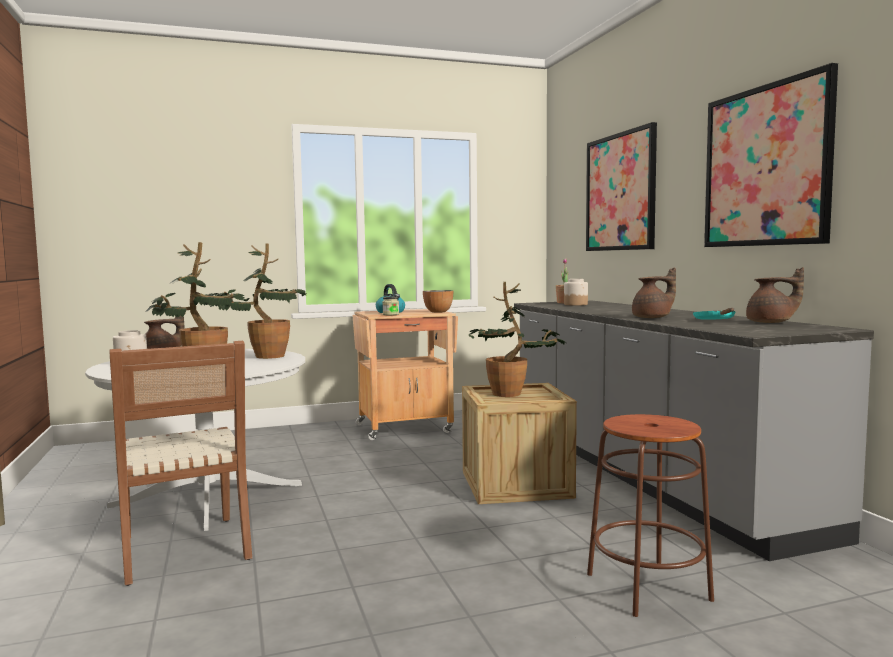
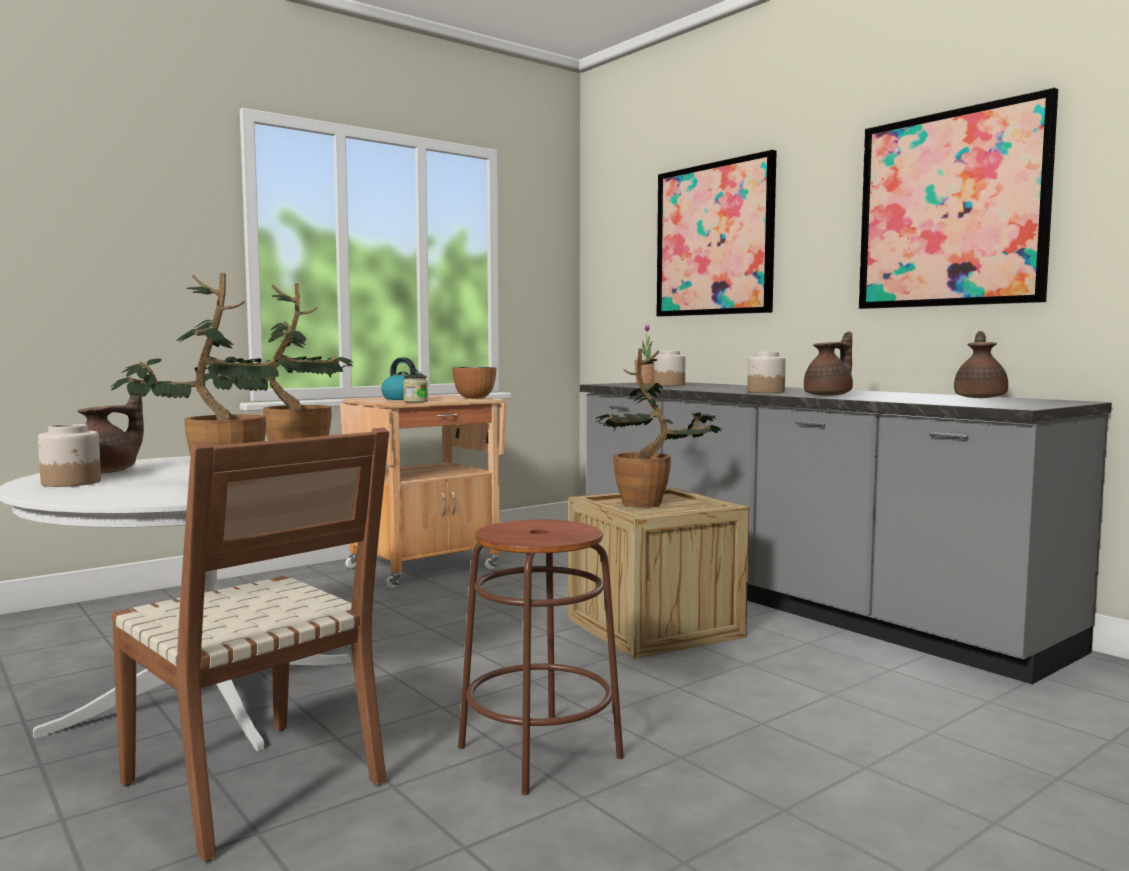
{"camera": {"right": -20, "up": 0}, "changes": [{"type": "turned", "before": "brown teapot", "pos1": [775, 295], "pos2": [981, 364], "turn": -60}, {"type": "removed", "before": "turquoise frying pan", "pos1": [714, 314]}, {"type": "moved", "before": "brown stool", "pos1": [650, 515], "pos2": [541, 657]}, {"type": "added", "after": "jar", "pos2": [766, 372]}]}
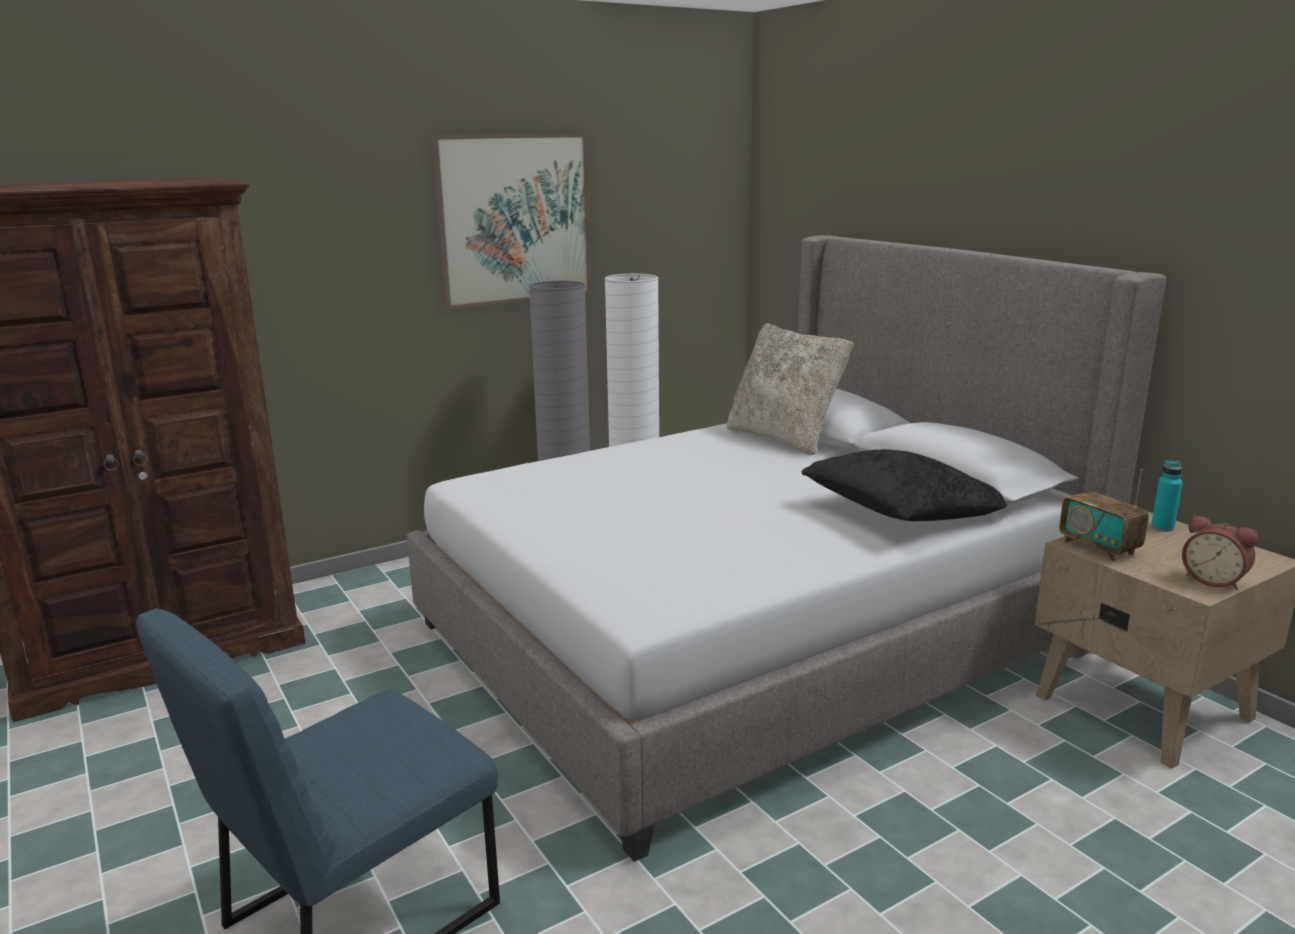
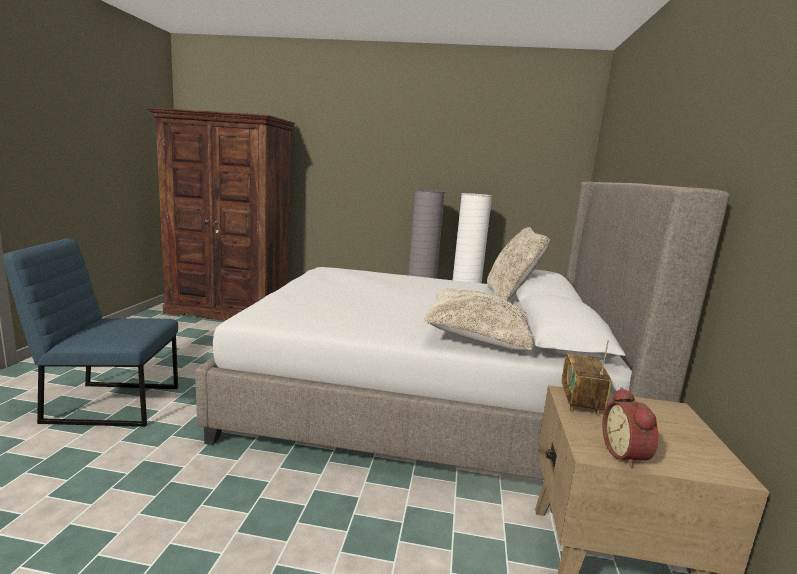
{"camera": {"right": 40, "up": -5}, "changes": [{"type": "removed", "before": "picture", "pos1": [511, 221]}, {"type": "recoloured", "before": "black pillow", "after": "beige pillow", "pos1": [904, 485], "pos2": [478, 319]}, {"type": "removed", "before": "turquoise bottle", "pos1": [1167, 496]}]}
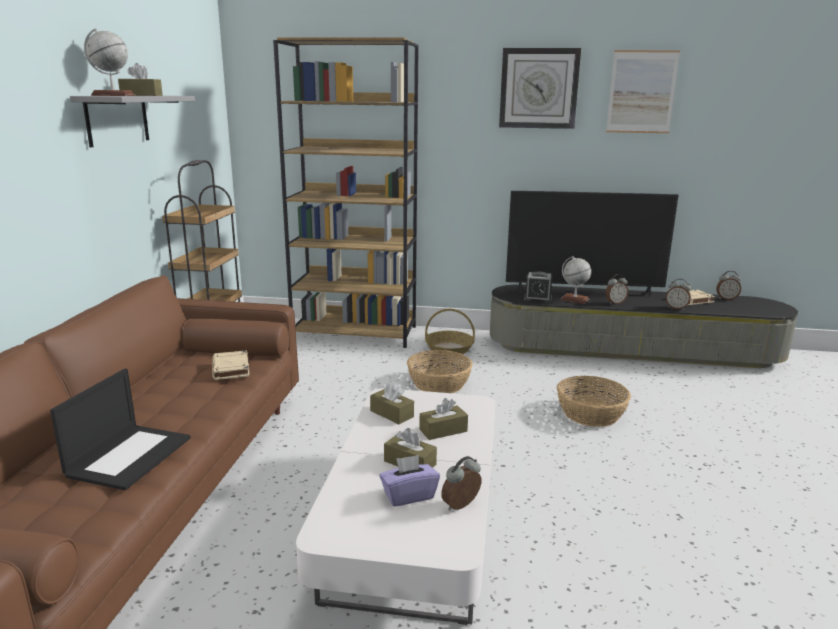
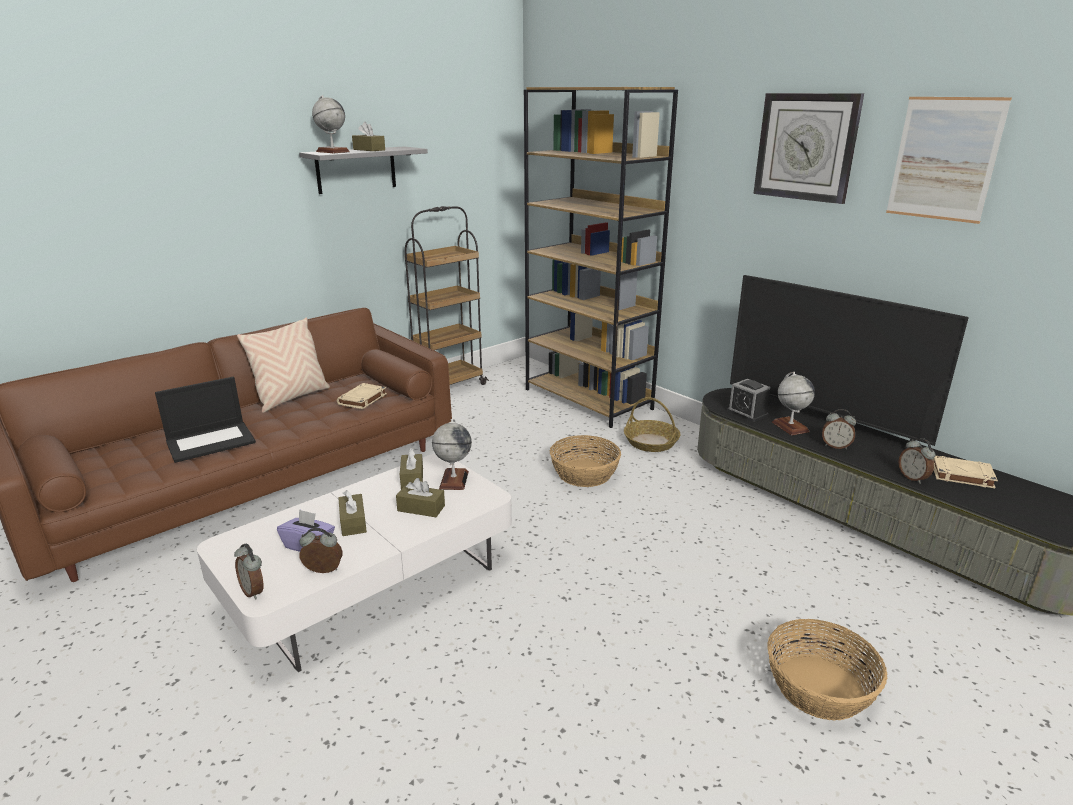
{"camera": {"right": 40, "up": 5}, "changes": [{"type": "moved", "before": "alarm clock", "pos1": [728, 285], "pos2": [248, 571]}, {"type": "moved", "before": "basket", "pos1": [594, 401], "pos2": [827, 670]}, {"type": "added", "after": "beige pillow", "pos2": [283, 365]}, {"type": "added", "after": "globe", "pos2": [452, 454]}]}
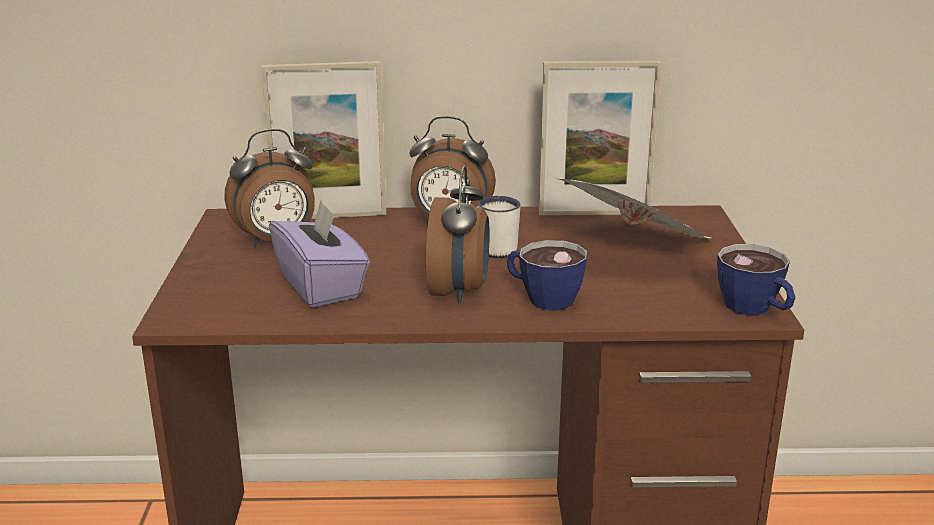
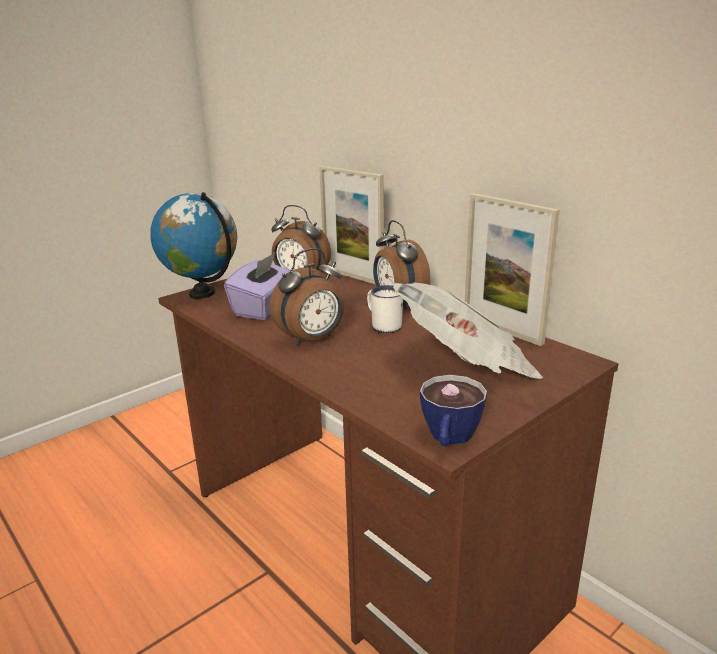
{"camera": {"right": 50, "up": 0}, "changes": [{"type": "removed", "before": "cup", "pos1": [547, 275]}, {"type": "added", "after": "globe", "pos2": [193, 245]}]}
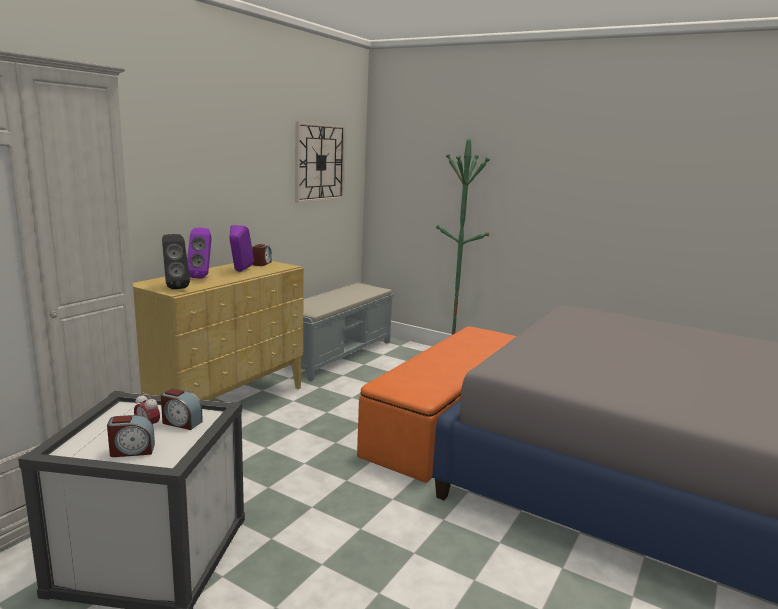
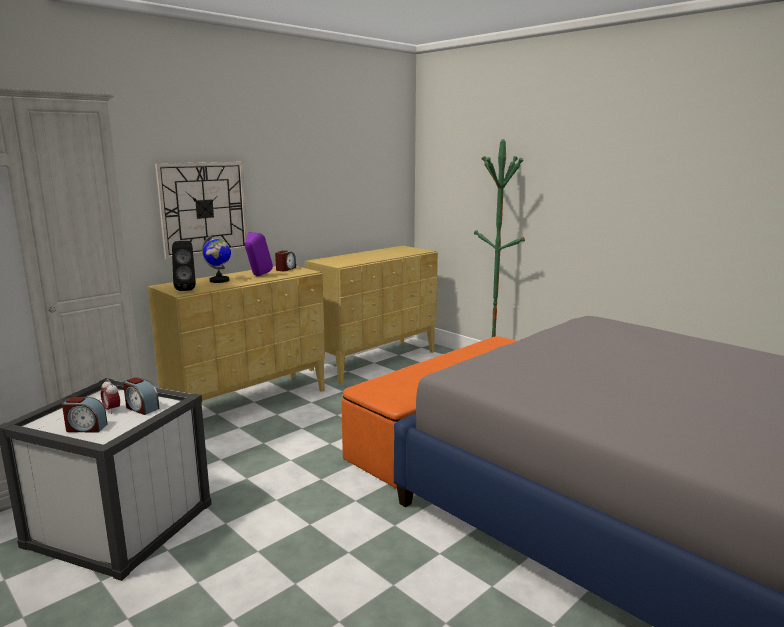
{"camera": {"right": 15, "up": 0}, "changes": [{"type": "moved", "before": "wall clock", "pos1": [320, 162], "pos2": [201, 211]}, {"type": "replaced", "before": "purple speaker", "after": "globe", "pos1": [199, 253], "pos2": [216, 259]}, {"type": "replaced", "before": "grey bench", "after": "beige dresser", "pos1": [342, 331], "pos2": [371, 315]}]}
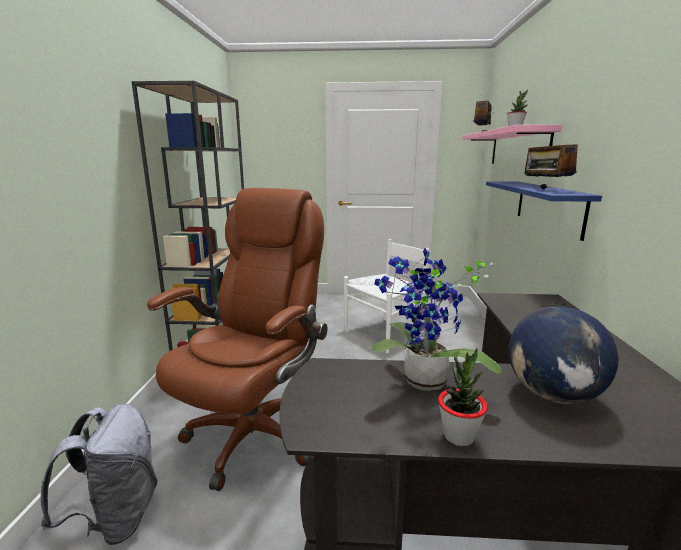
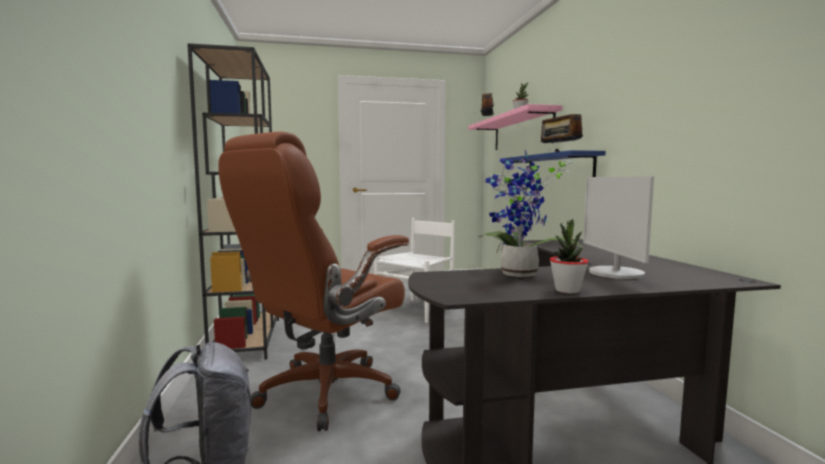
{"camera": {"right": -15, "up": -10}, "changes": [{"type": "turned", "before": "brown office chair", "pos1": [237, 339], "pos2": [313, 281], "turn": -150}, {"type": "replaced", "before": "globe", "after": "monitor", "pos1": [564, 355], "pos2": [618, 227]}]}
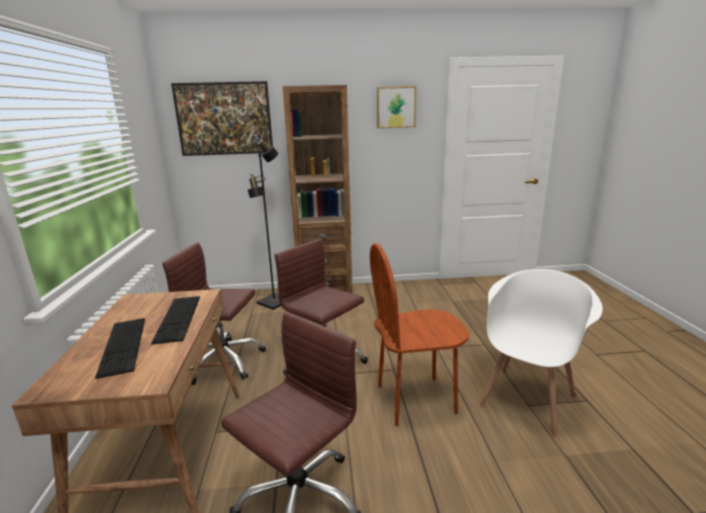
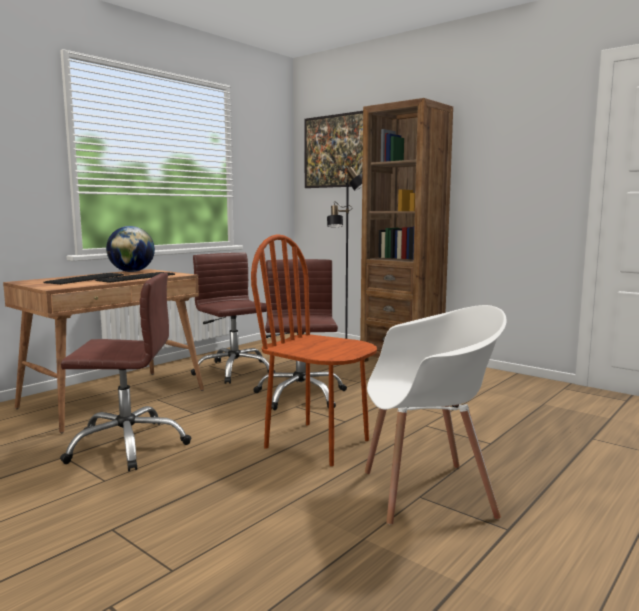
{"camera": {"right": 45, "up": -10}, "changes": [{"type": "removed", "before": "picture", "pos1": [396, 107]}, {"type": "added", "after": "globe", "pos2": [130, 249]}]}
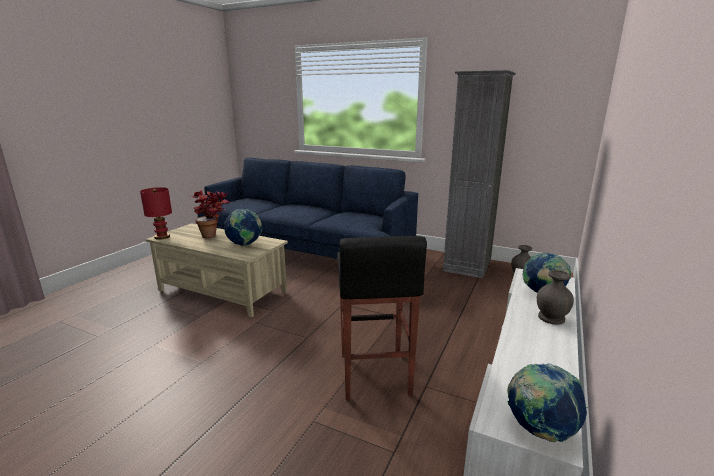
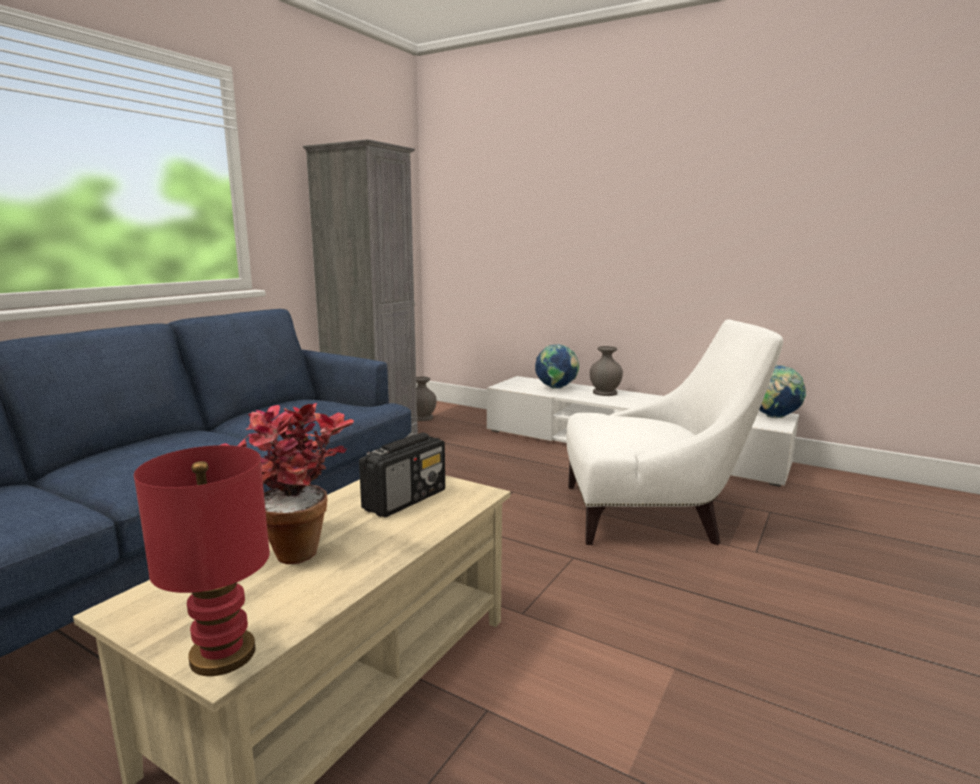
{"camera": {"right": -85, "up": -5}, "changes": [{"type": "replaced", "before": "globe", "after": "radio", "pos1": [243, 227], "pos2": [402, 475]}, {"type": "replaced", "before": "black stool", "after": "white armchair", "pos1": [382, 318], "pos2": [675, 432]}]}
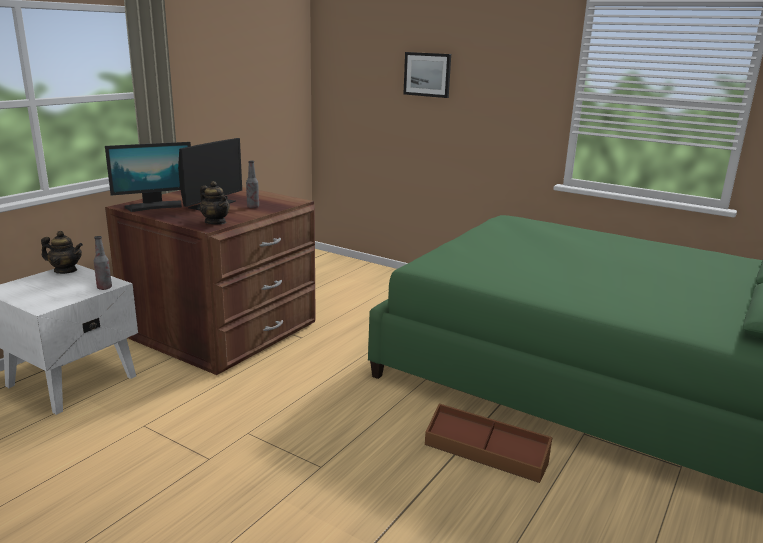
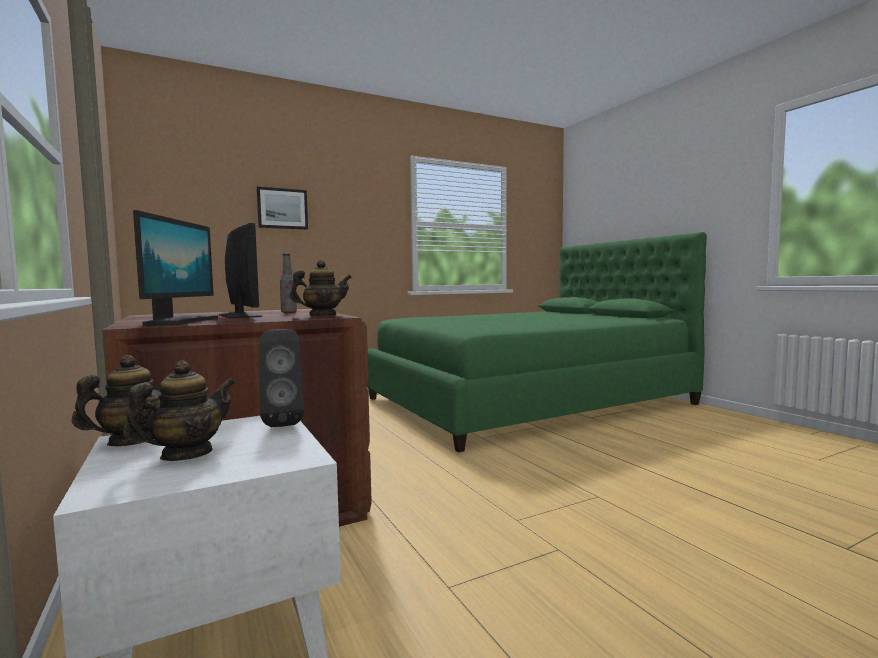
{"camera": {"right": -60, "up": -15}, "changes": [{"type": "replaced", "before": "bottle", "after": "black speaker", "pos1": [103, 263], "pos2": [282, 378]}, {"type": "removed", "before": "brown storage box", "pos1": [488, 443]}, {"type": "added", "after": "teapot", "pos2": [179, 411]}]}
